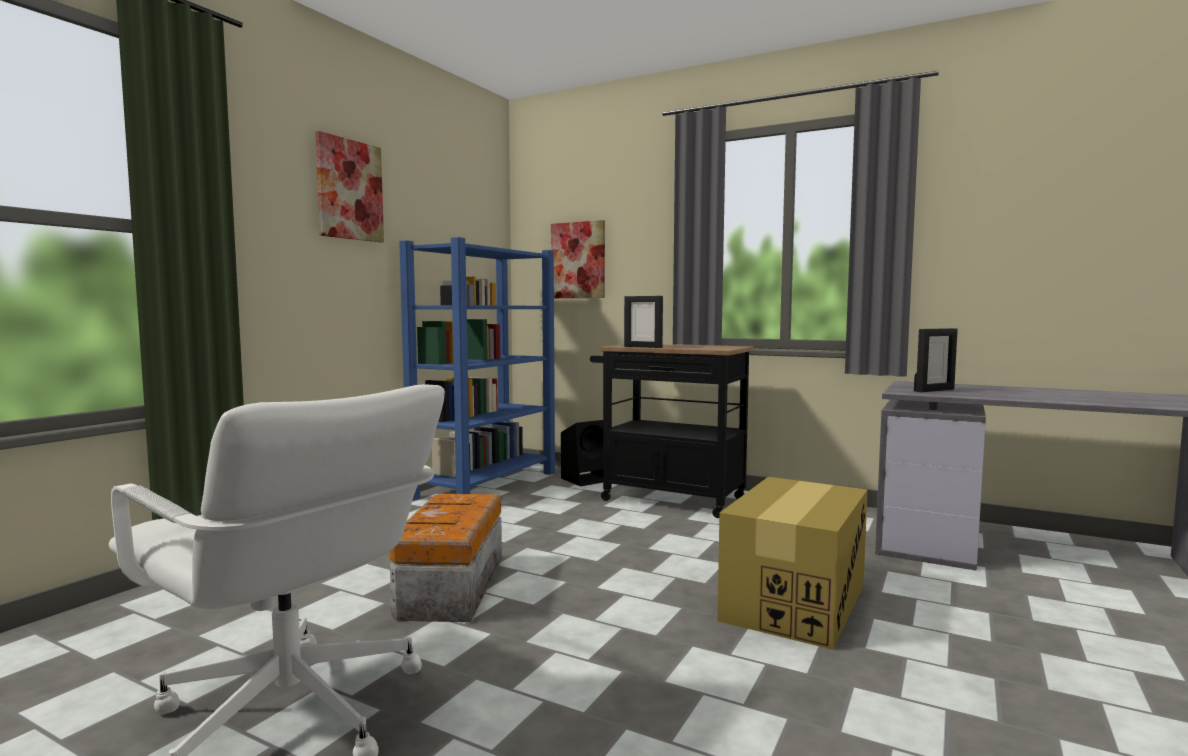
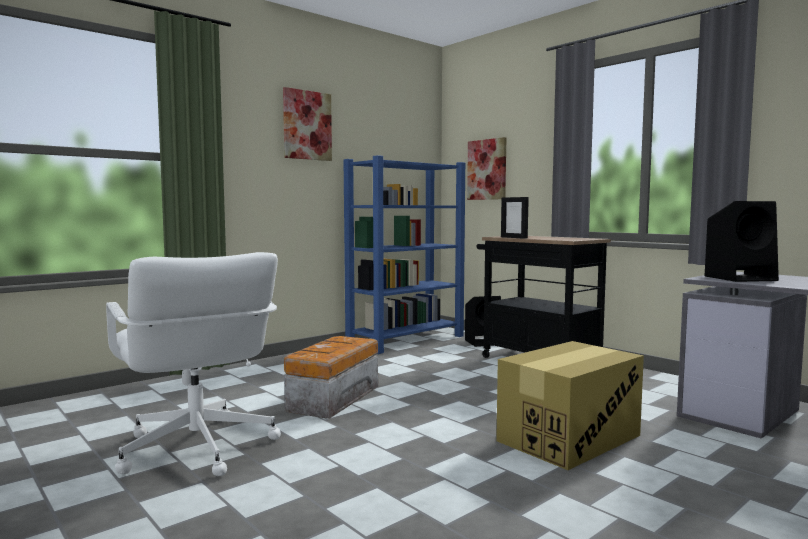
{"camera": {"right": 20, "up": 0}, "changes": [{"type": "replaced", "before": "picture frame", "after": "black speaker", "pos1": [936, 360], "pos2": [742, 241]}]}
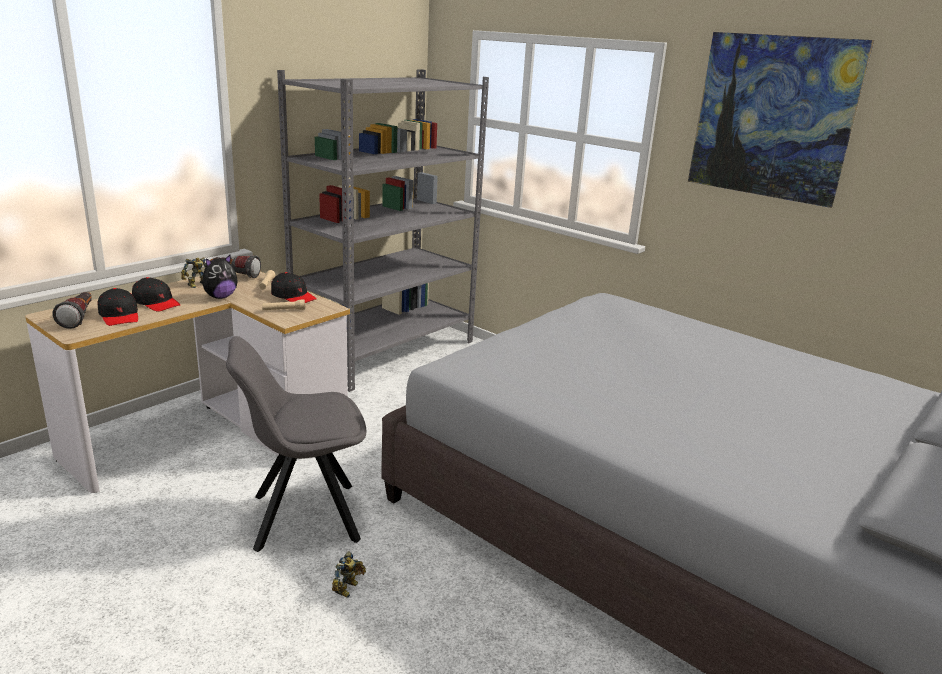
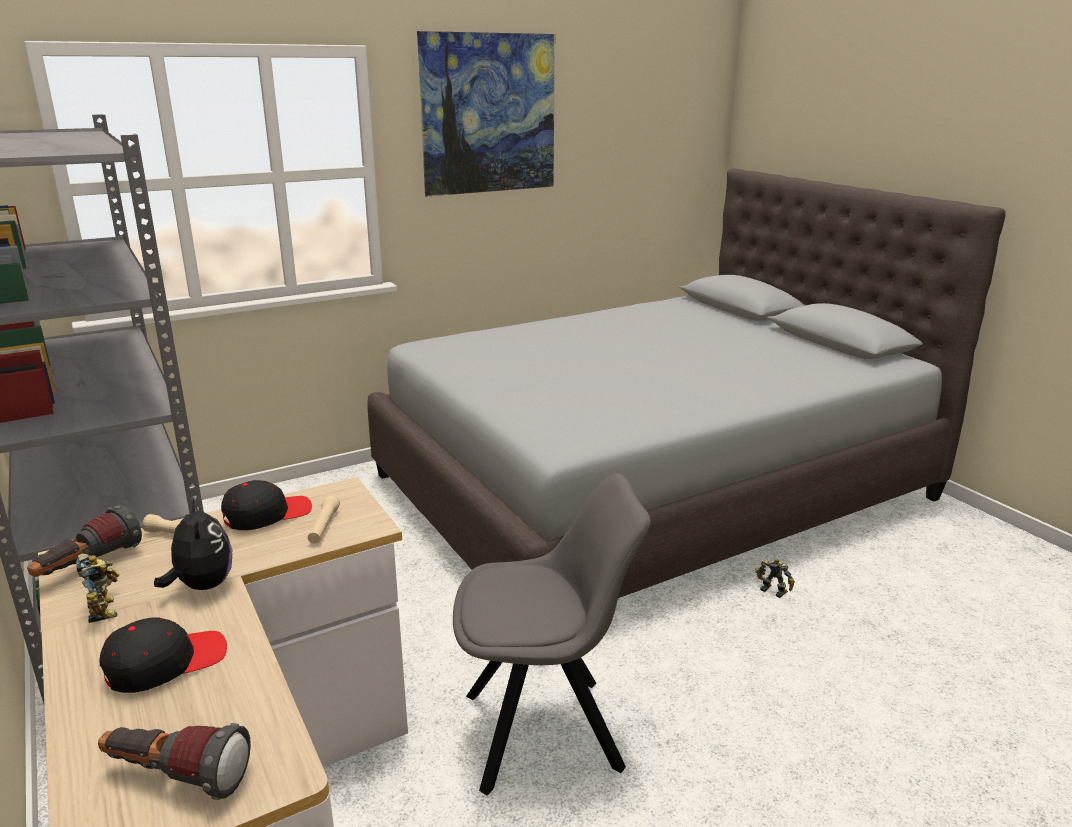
{"camera": {"right": -70, "up": 0}, "changes": [{"type": "removed", "before": "black cap", "pos1": [118, 307]}, {"type": "turned", "before": "grey chair", "pos1": [296, 444], "pos2": [552, 634], "turn": -105}, {"type": "moved", "before": "toy robot", "pos1": [349, 574], "pos2": [775, 578]}]}
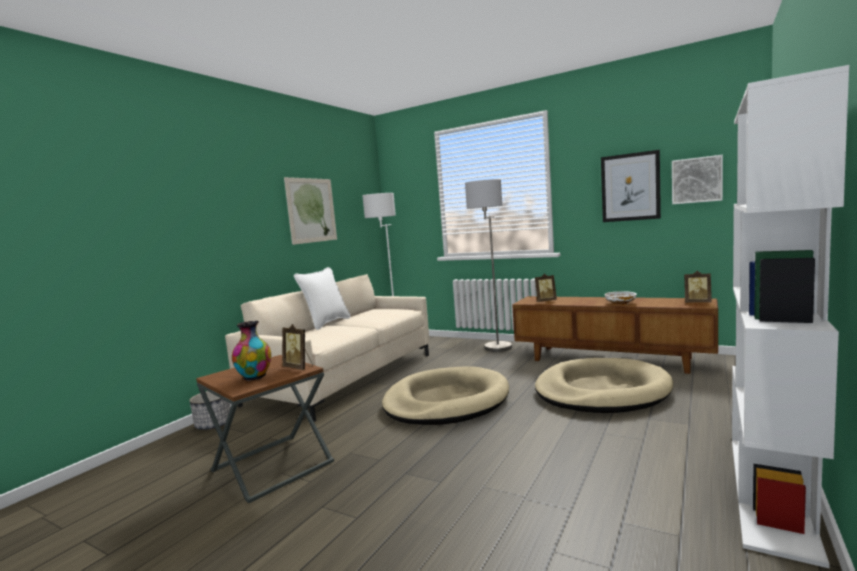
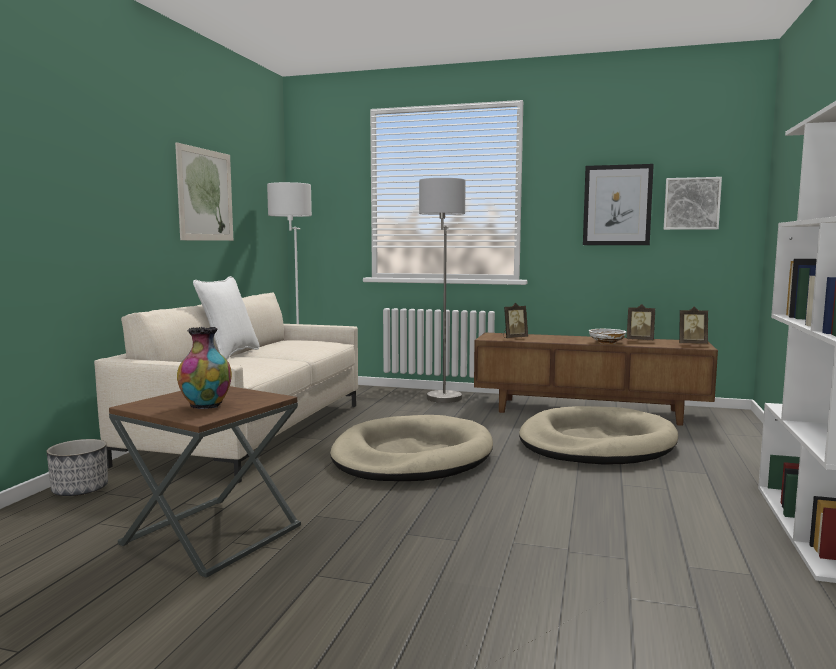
{"camera": {"right": -15, "up": 0}, "changes": [{"type": "moved", "before": "picture frame", "pos1": [297, 347], "pos2": [641, 322]}]}
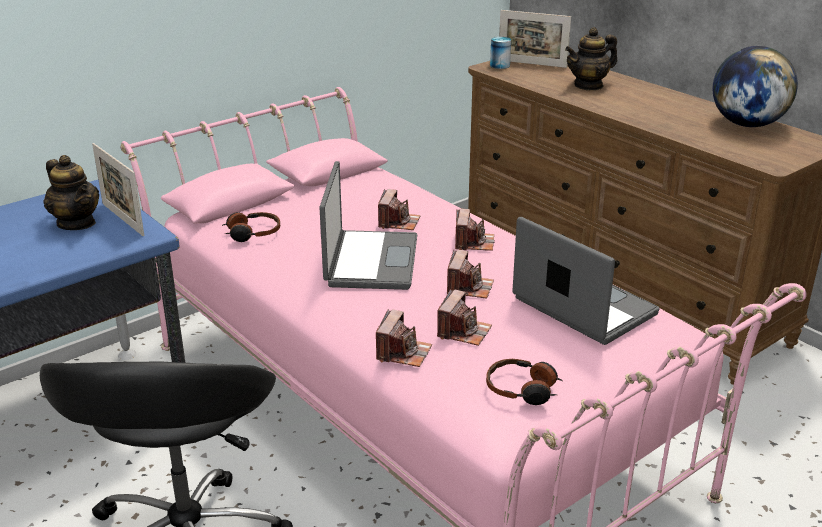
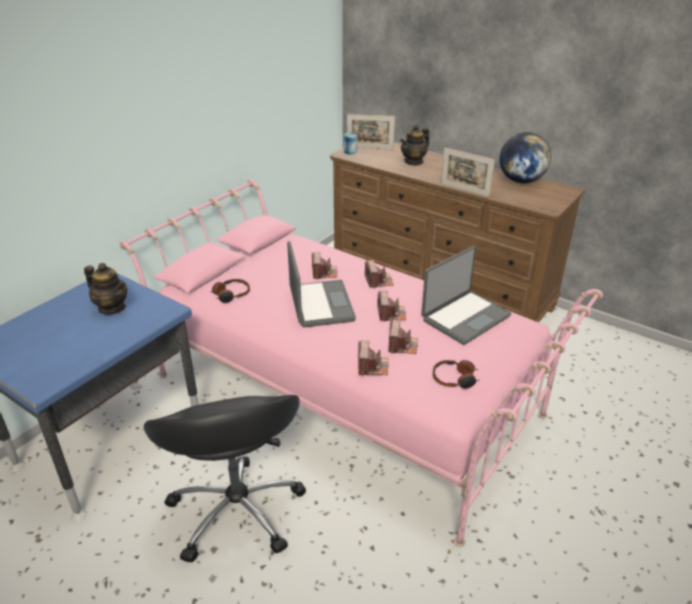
{"camera": {"right": -15, "up": 5}, "changes": [{"type": "moved", "before": "picture frame", "pos1": [118, 189], "pos2": [468, 172]}, {"type": "turned", "before": "laptop", "pos1": [586, 281], "pos2": [466, 295], "turn": 105}]}
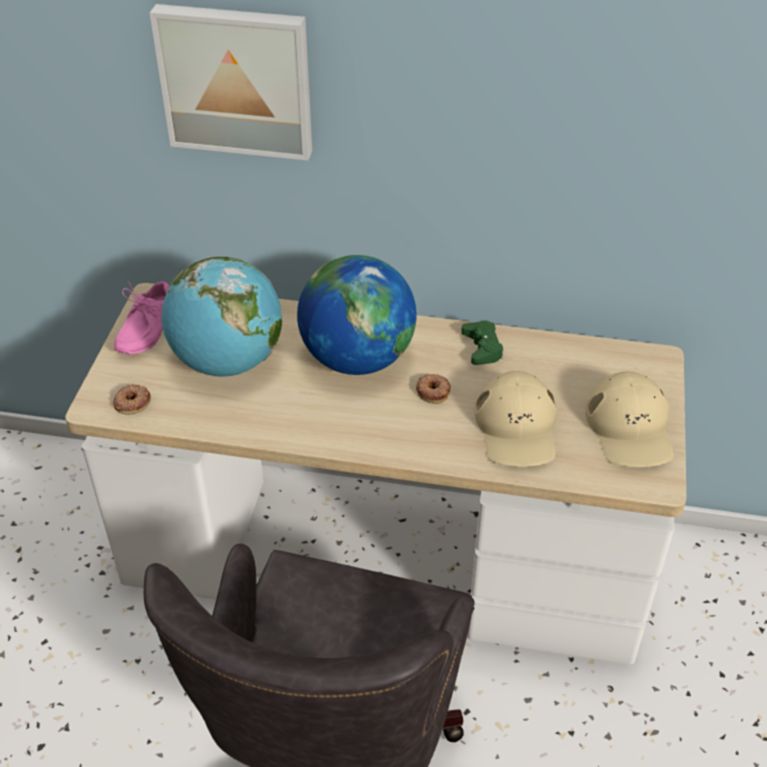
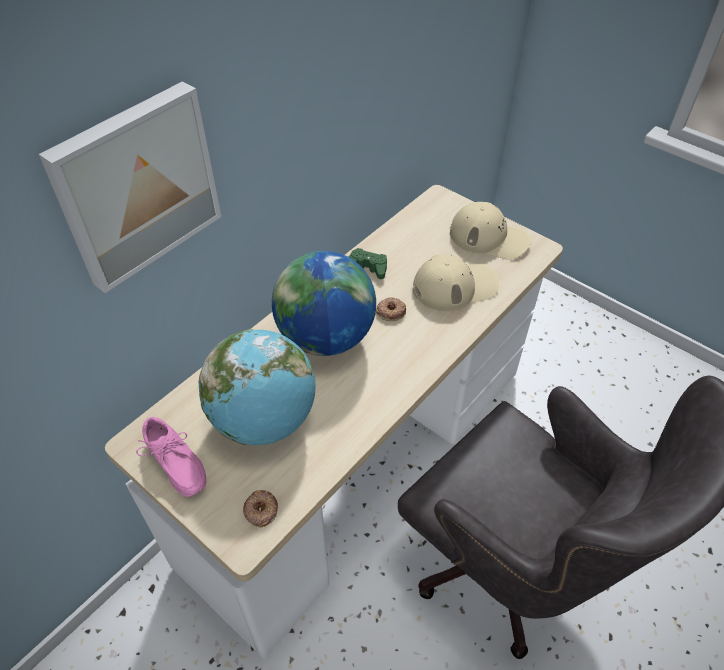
{"camera": {"right": -60, "up": 5}, "changes": [{"type": "turned", "before": "beige cap", "pos1": [516, 418], "pos2": [456, 282], "turn": -45}]}
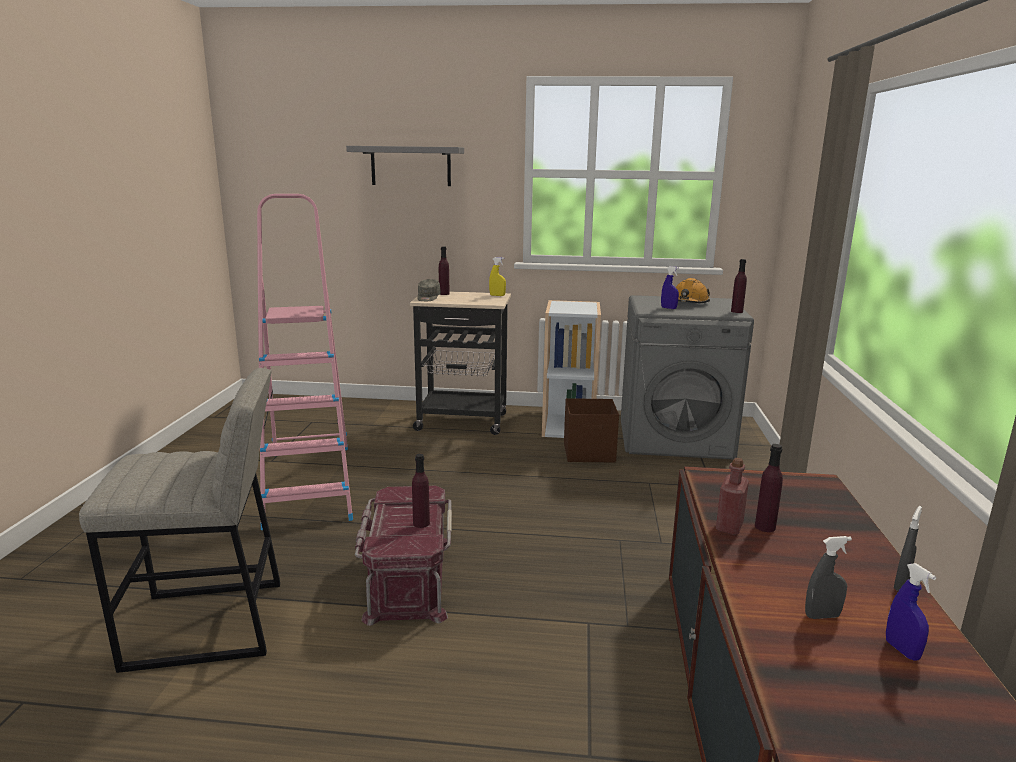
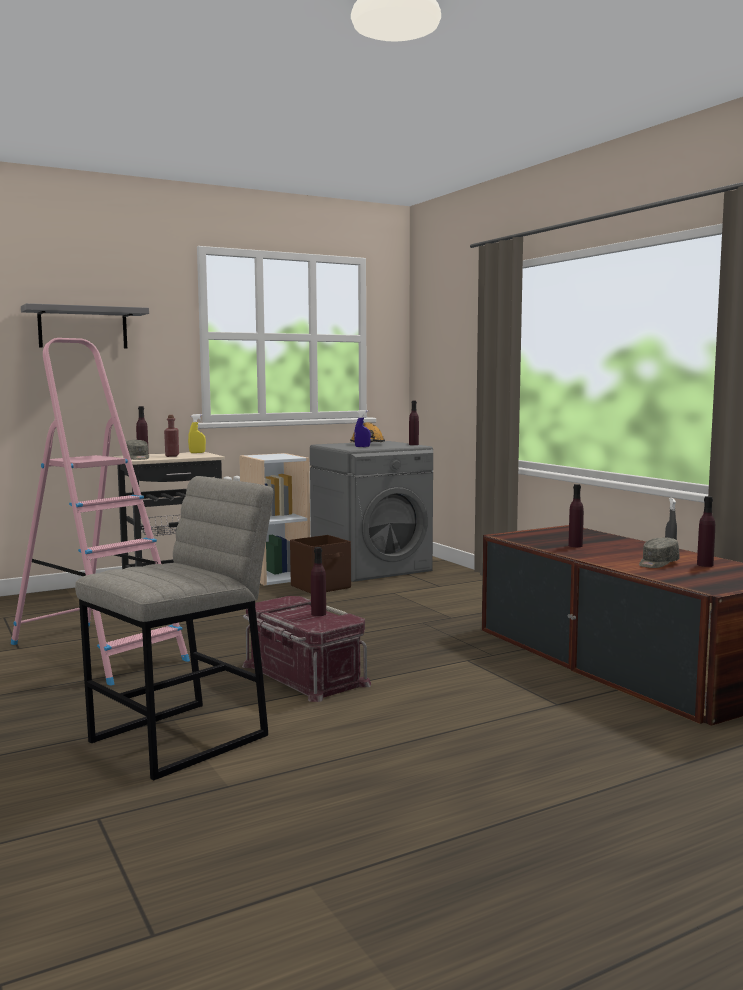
{"camera": {"right": -35, "up": -10}, "changes": [{"type": "moved", "before": "red bottle", "pos1": [732, 496], "pos2": [171, 436]}, {"type": "replaced", "before": "grey spray bottle", "after": "grey cap", "pos1": [828, 577], "pos2": [659, 552]}, {"type": "replaced", "before": "blue spray bottle", "after": "purple bottle", "pos1": [911, 612], "pos2": [706, 531]}]}
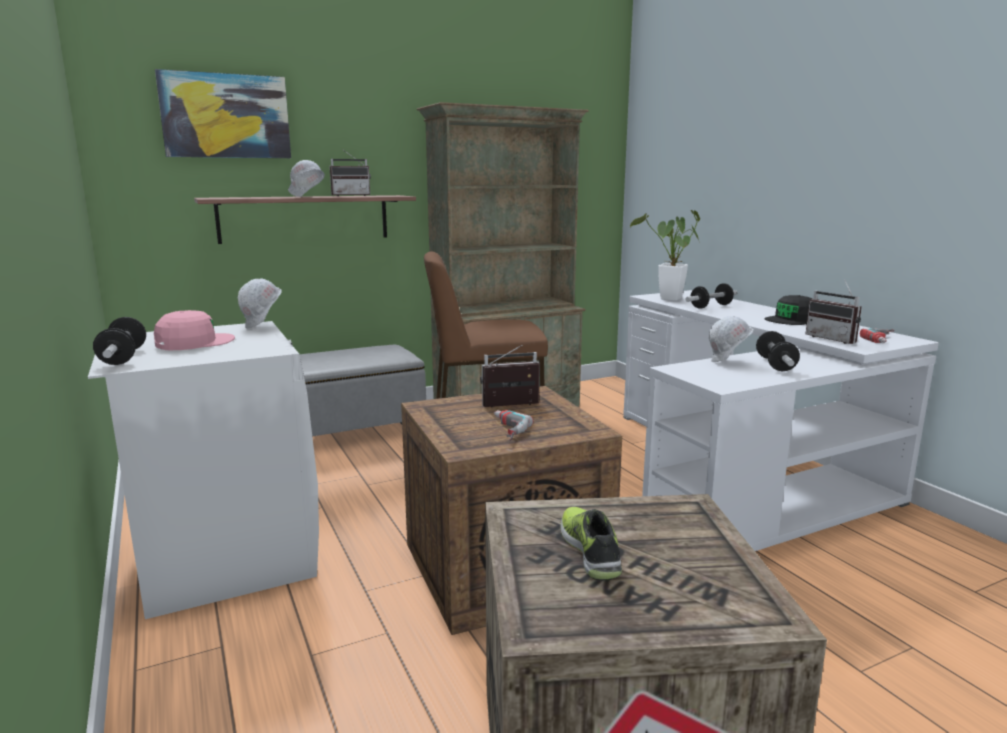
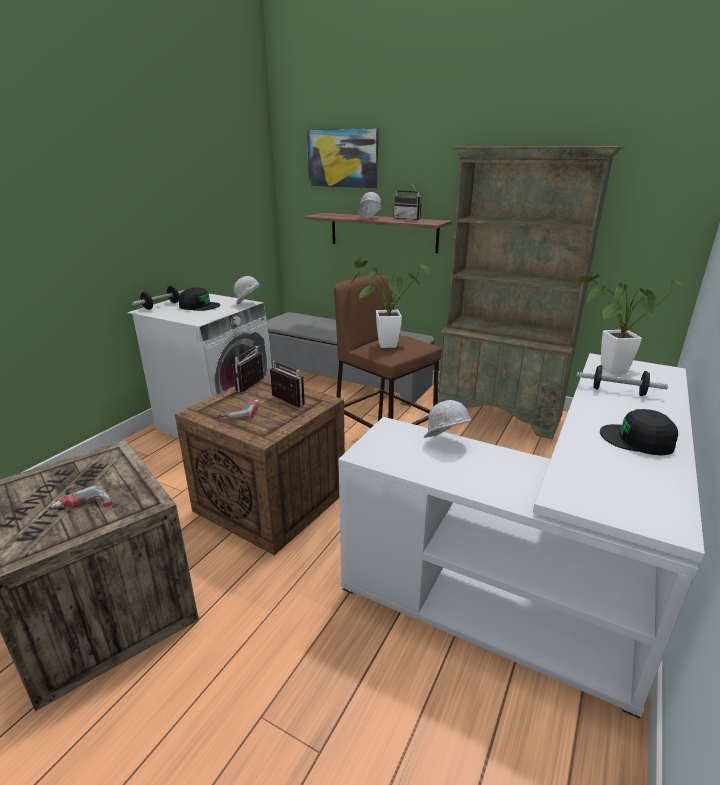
{"camera": {"right": 55, "up": 10}, "changes": [{"type": "moved", "before": "radio", "pos1": [833, 311], "pos2": [248, 368]}, {"type": "recoloured", "before": "pink cap", "after": "black cap", "pos1": [194, 330], "pos2": [199, 299]}, {"type": "moved", "before": "power drill", "pos1": [877, 335], "pos2": [87, 497]}, {"type": "removed", "before": "dumbbell", "pos1": [778, 351]}, {"type": "removed", "before": "shoe", "pos1": [591, 543]}, {"type": "added", "after": "potted plant", "pos2": [389, 303]}]}
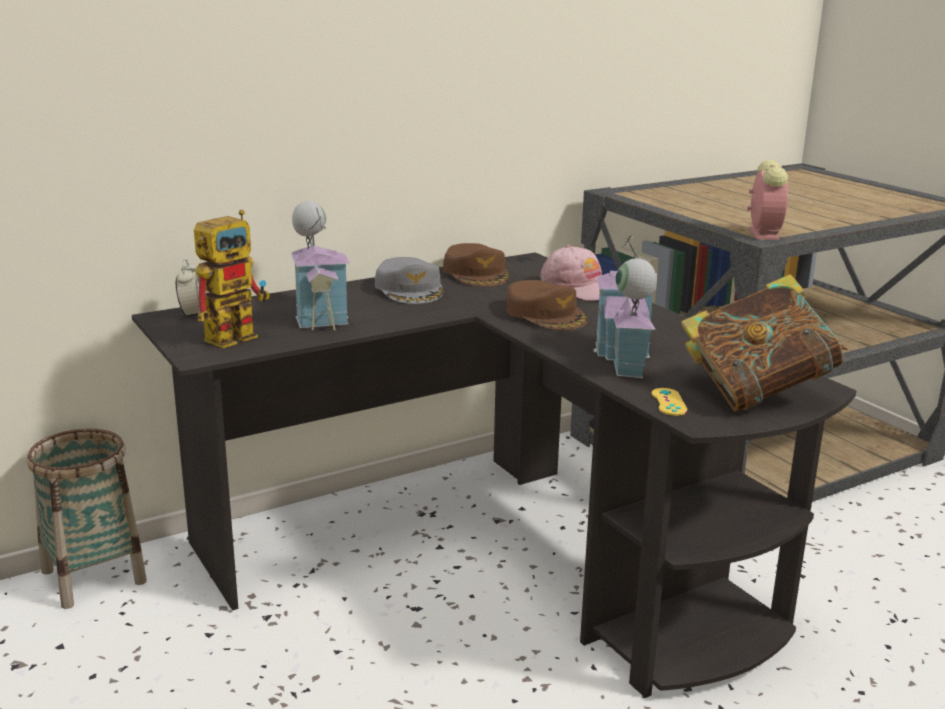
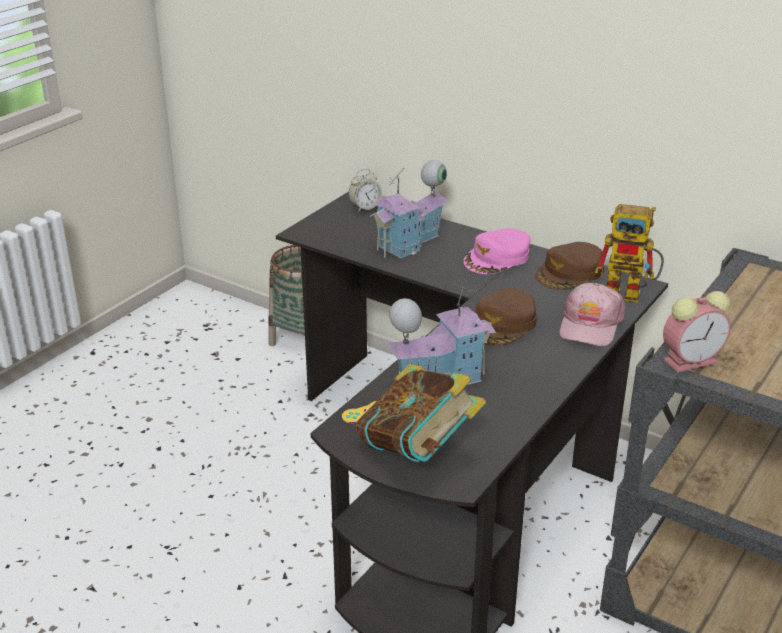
{"camera": {"right": 65, "up": 10}, "changes": [{"type": "moved", "before": "toy robot", "pos1": [232, 279], "pos2": [629, 253]}, {"type": "recoloured", "before": "grey cap", "after": "pink cap", "pos1": [409, 280], "pos2": [496, 251]}]}
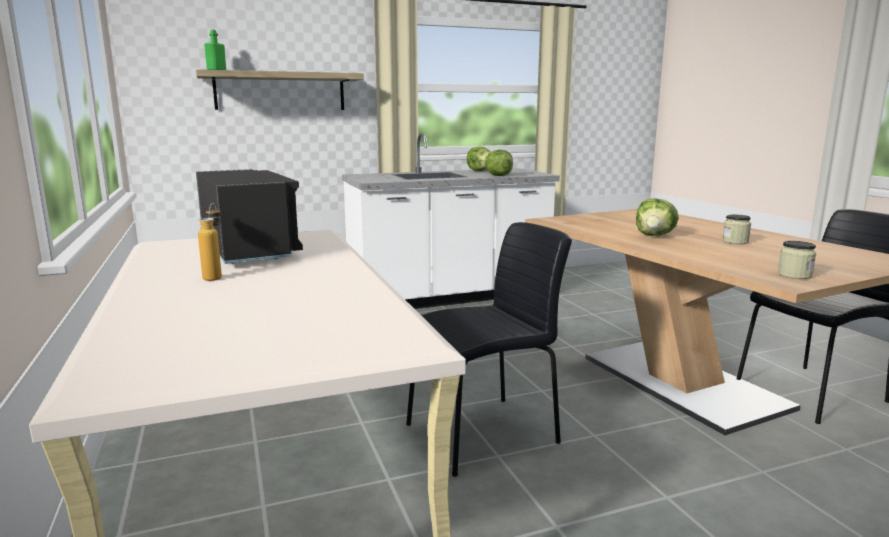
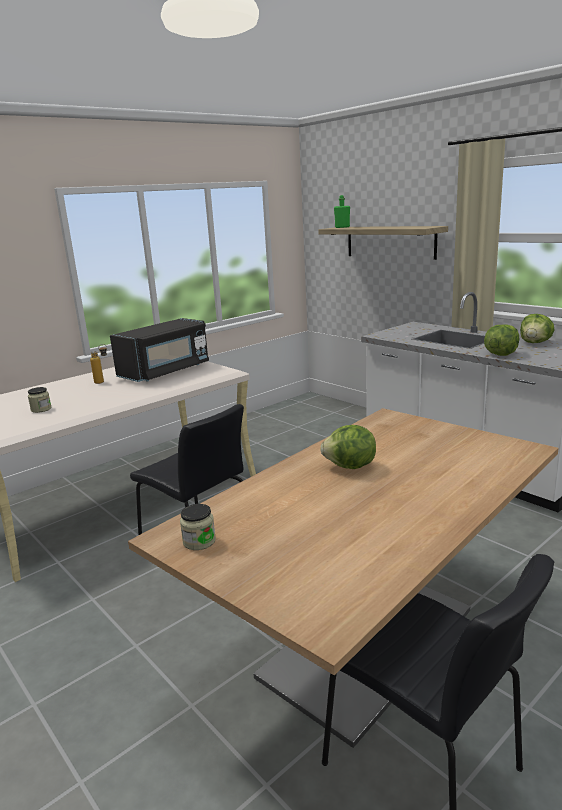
{"camera": {"right": 70, "up": 5}, "changes": [{"type": "moved", "before": "jar", "pos1": [736, 229], "pos2": [39, 400]}]}
